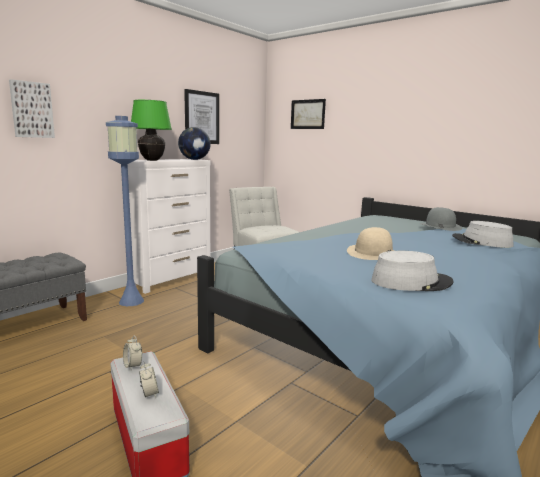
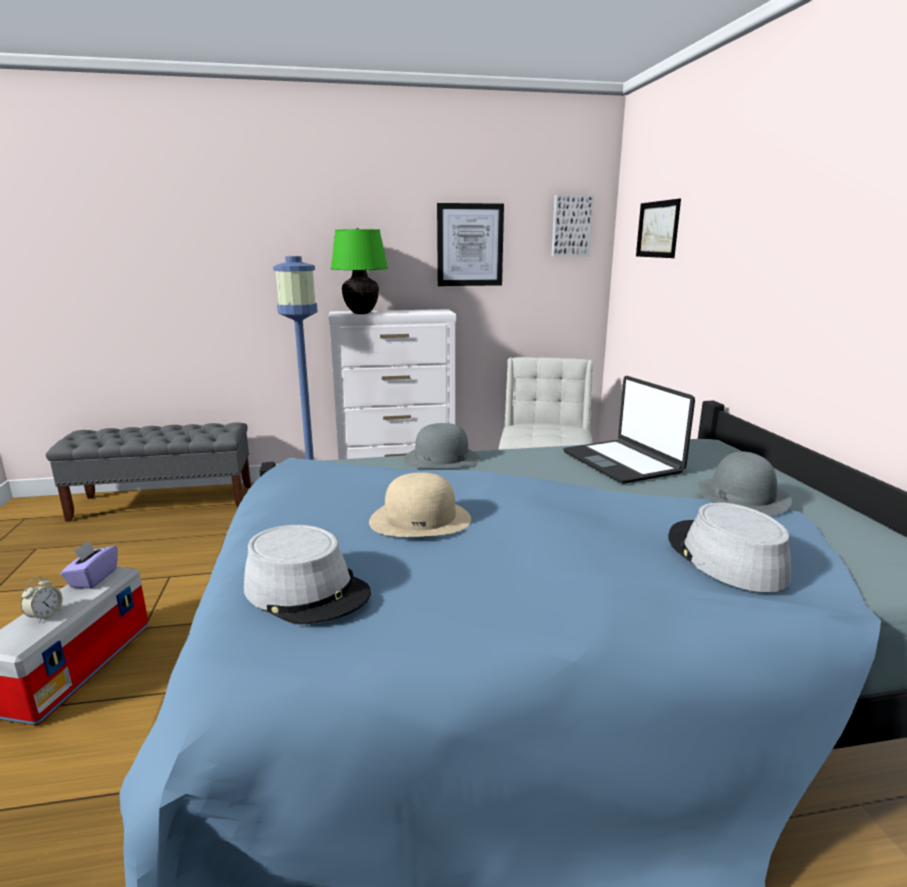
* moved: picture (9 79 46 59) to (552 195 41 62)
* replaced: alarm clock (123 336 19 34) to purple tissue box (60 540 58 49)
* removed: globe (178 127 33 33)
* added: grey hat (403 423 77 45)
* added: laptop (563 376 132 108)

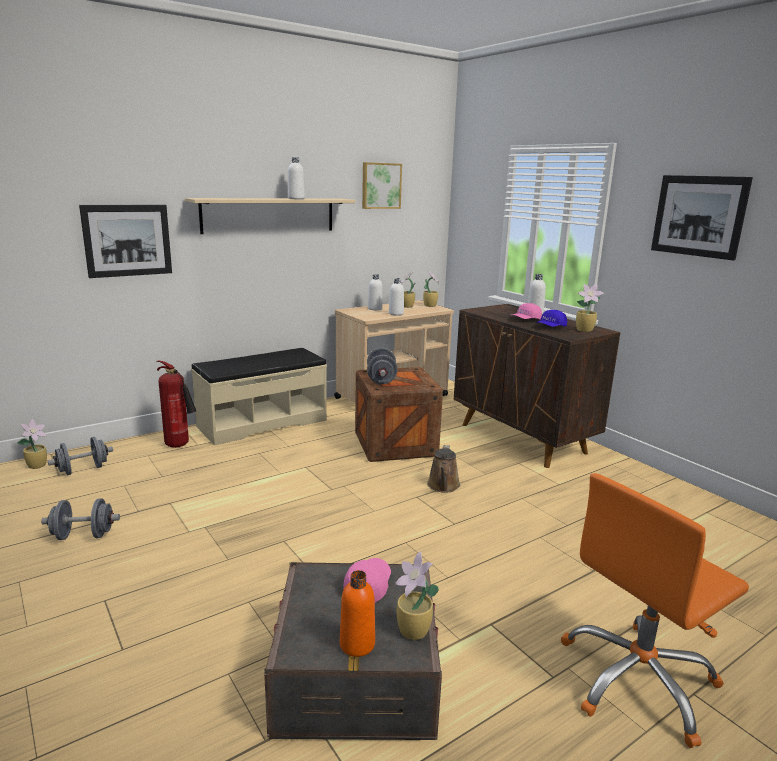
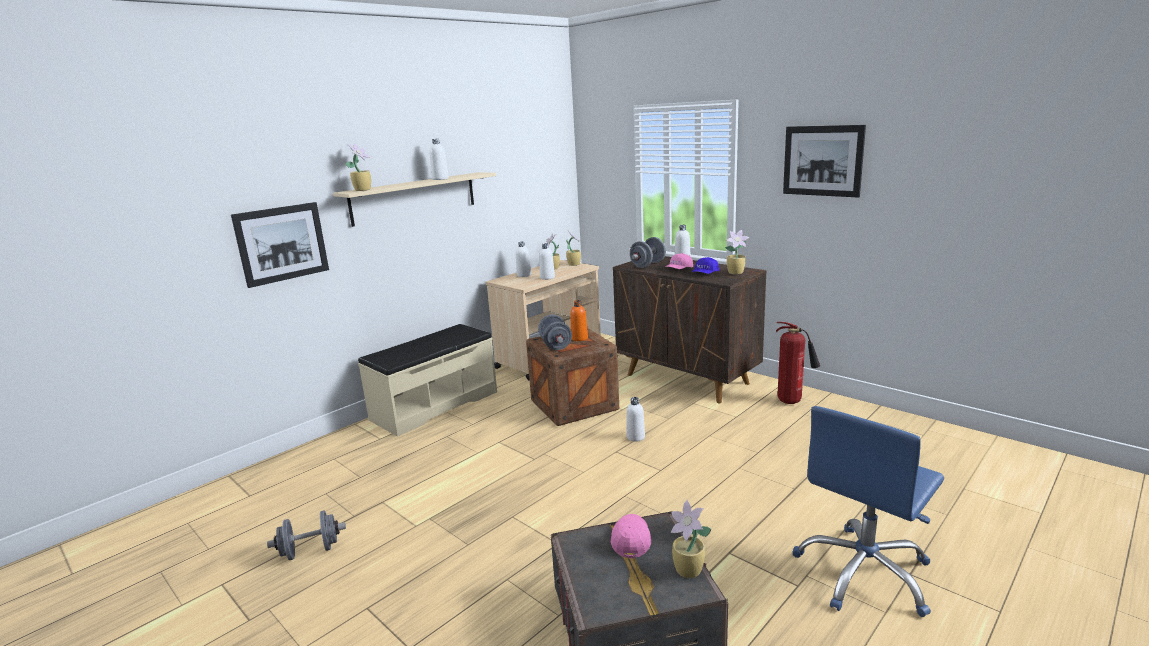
* moved: potted plant (17 419 30 50) to (345 143 26 48)
* moved: grey dumbbell (48 437 65 38) to (630 237 36 31)
* moved: fire extinguisher (156 360 40 88) to (776 322 44 82)
* moved: orange bottle (340 570 35 87) to (570 300 18 41)
* removed: picture (362 162 40 47)
* replaced: brown watering can (427 445 33 48) to white bottle (626 397 19 45)
* recoloured: orange office chair (561 473 188 275) to blue office chair (792 406 152 211)

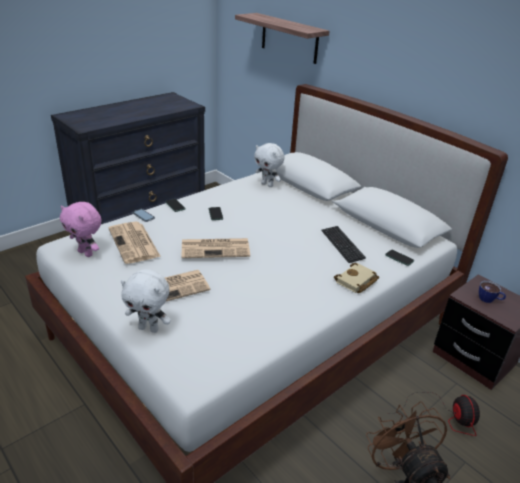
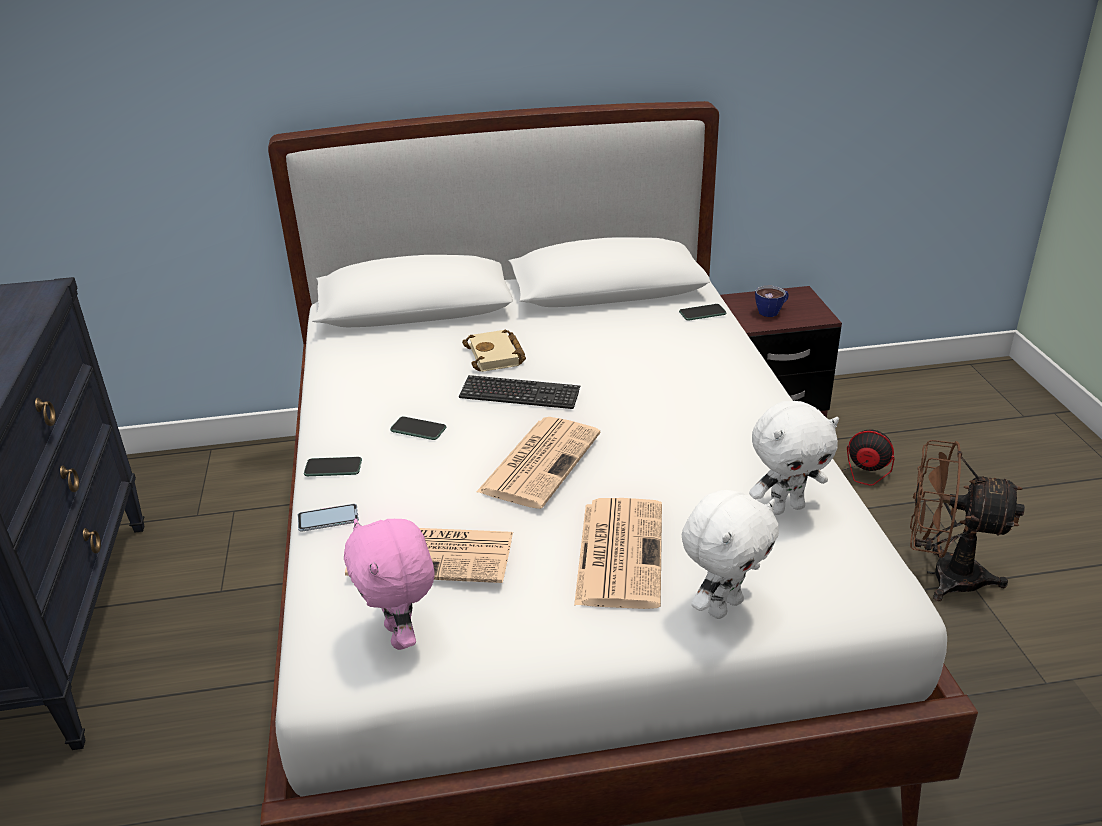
* turned: pink plush toy (60 202 42 55) = (344 518 91 132) 90 degrees clockwise
* removed: shelf (235 13 95 51)
* moved: white plush toy (254 143 31 44) to (749 401 90 114)
* moved: keyboard (322 226 44 37) to (459 375 121 34)
* moved: beige book (334 263 45 30) to (462 329 64 43)

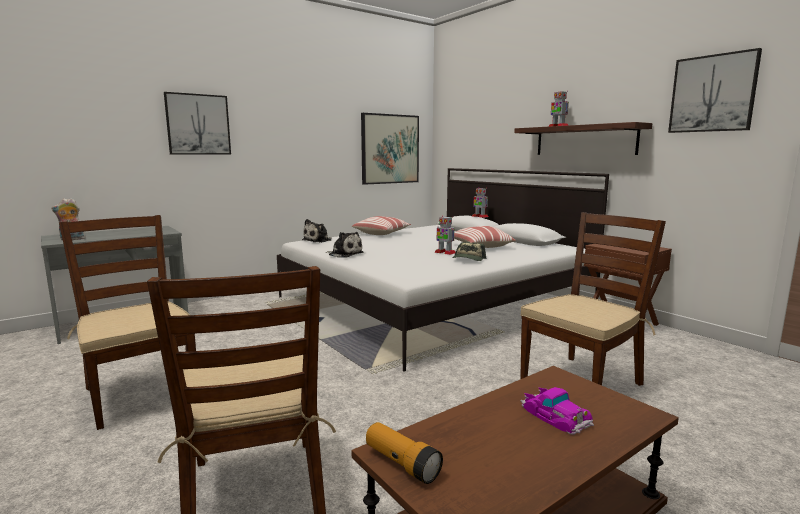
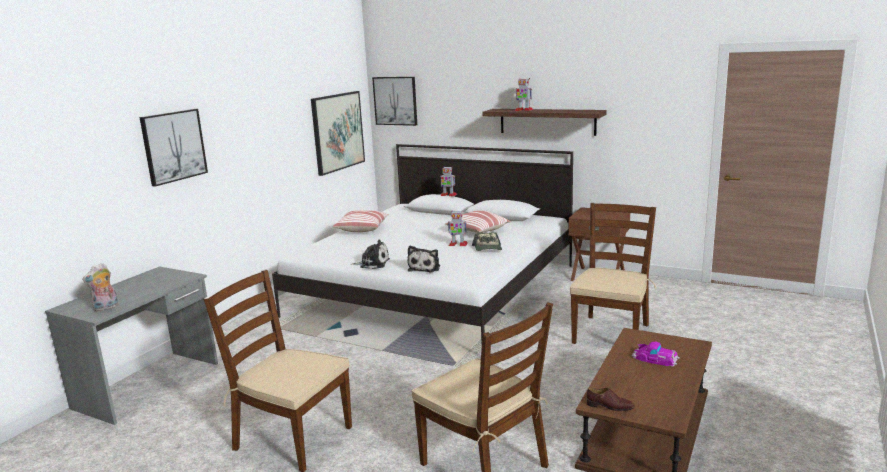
* moved: plush toy (302 219 30 24) to (408 246 32 26)
* replaced: flashlight (366 422 77 62) to brown shoe (587 388 48 23)
* moved: picture (668 48 94 85) to (372 77 45 49)

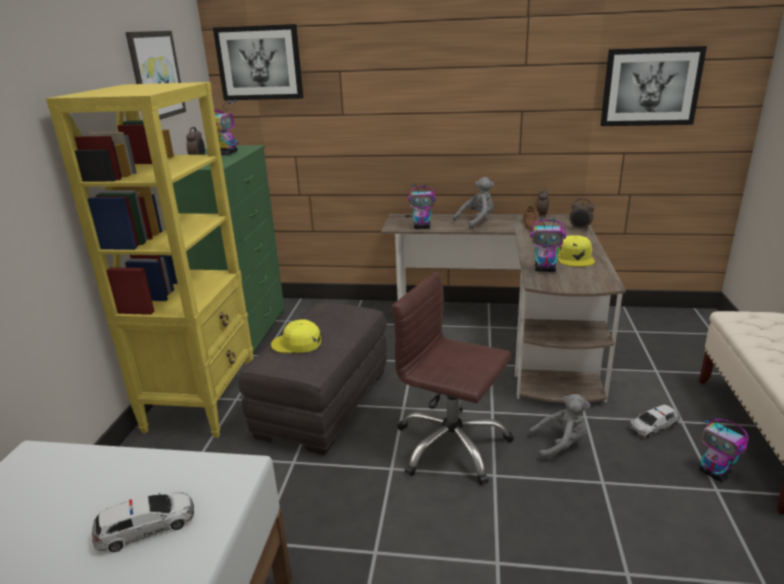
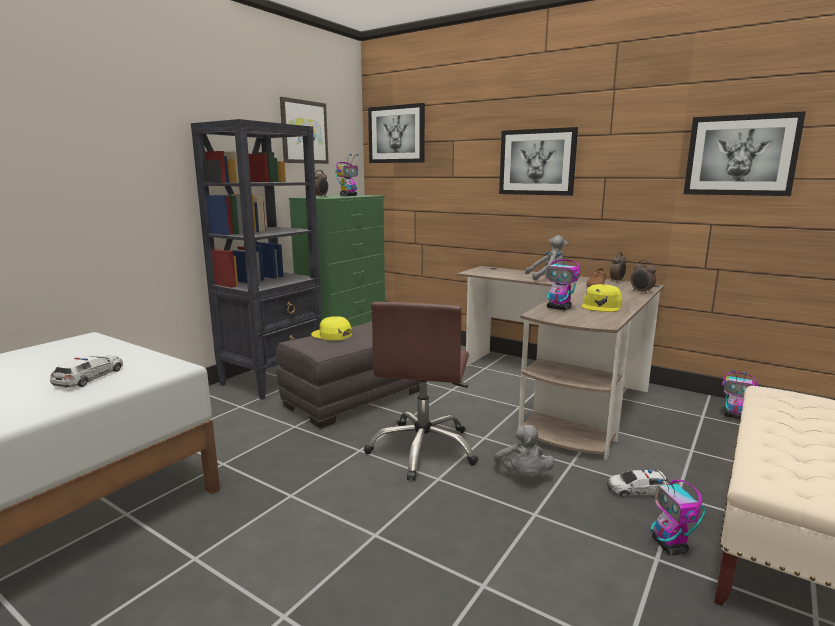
* recoloured: yellow bookcase (46 82 207 356) to black bookcase (191 119 131 281)
* turned: toy car (92 492 102 60) = (50 356 73 32) 75 degrees counterclockwise
* turned: brown office chair (392 272 122 213) = (364 302 115 179) 135 degrees counterclockwise
* moved: toy robot (408 184 28 45) to (722 370 35 49)
* turned: grey plush toy (528 394 62 66) = (494 425 61 52) 60 degrees clockwise
* added: picture (499 127 79 69)

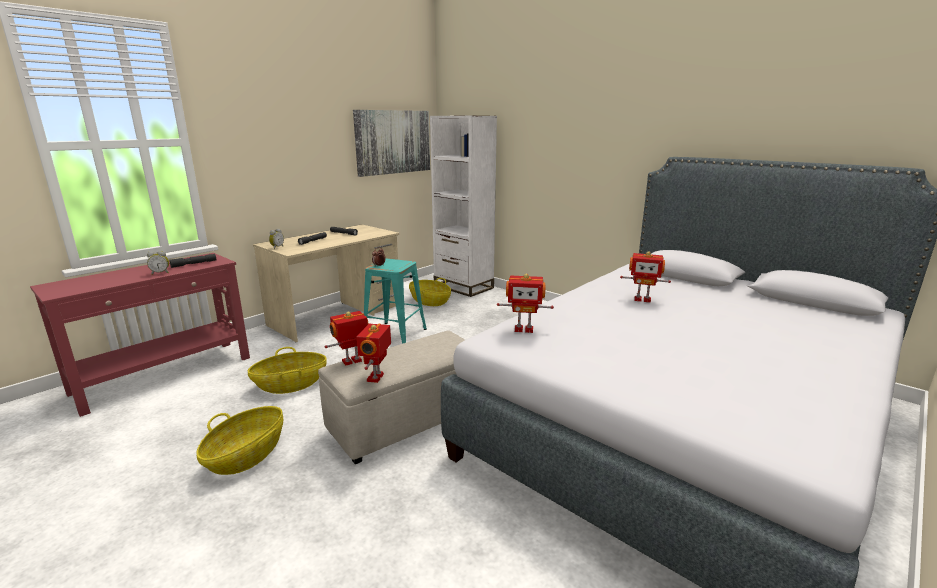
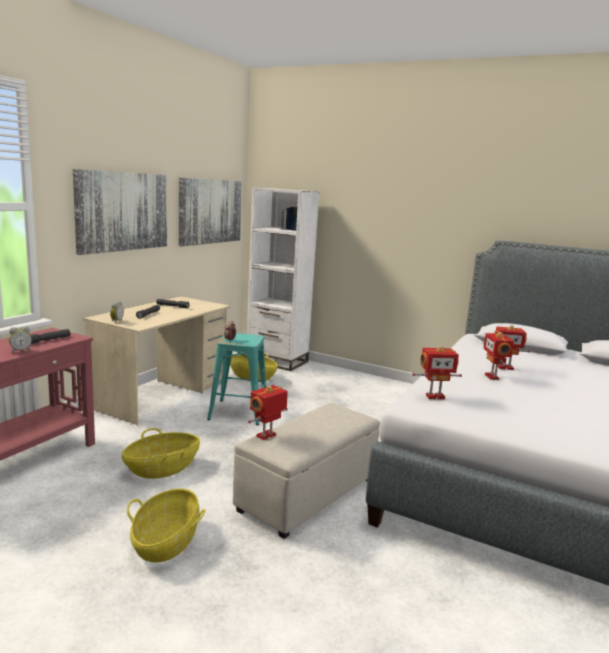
* moved: toy robot (357 324 34 59) to (483 332 31 48)
* added: picture (73 169 94 86)

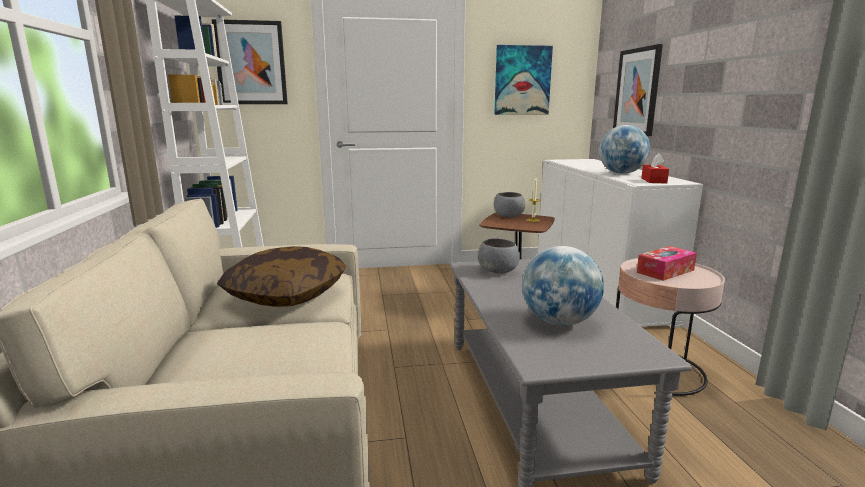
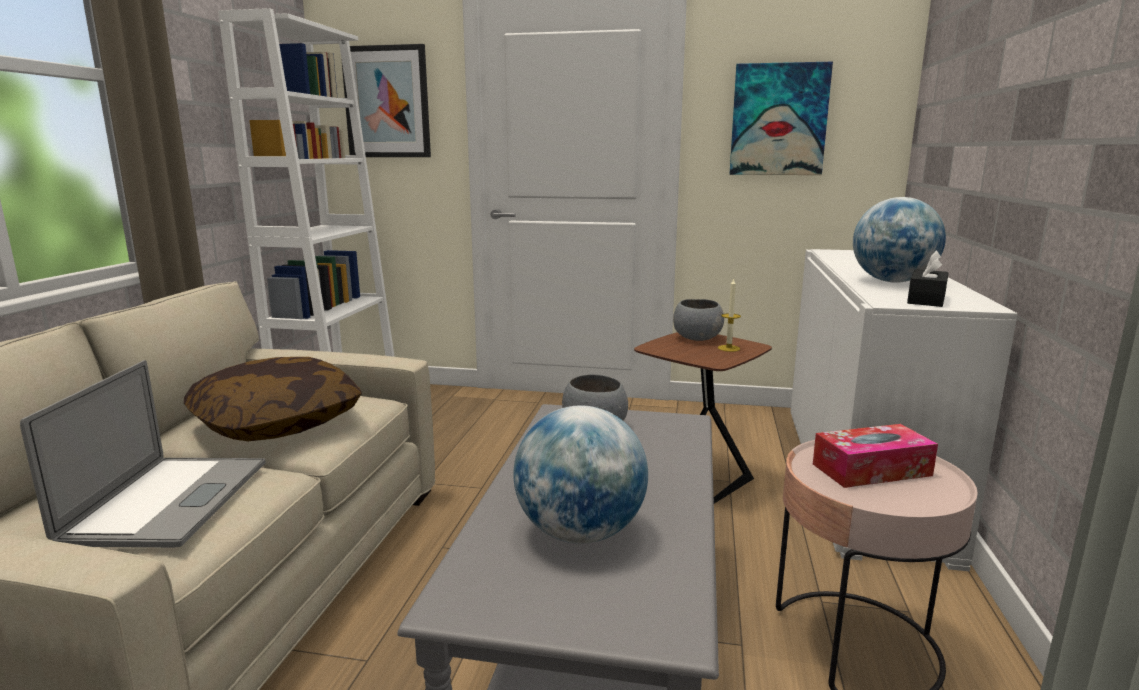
* removed: picture (613 44 50 92)
* recoloured: red tissue box (642 153 27 31) to black tissue box (907 250 42 57)
* added: laptop (20 360 246 188)

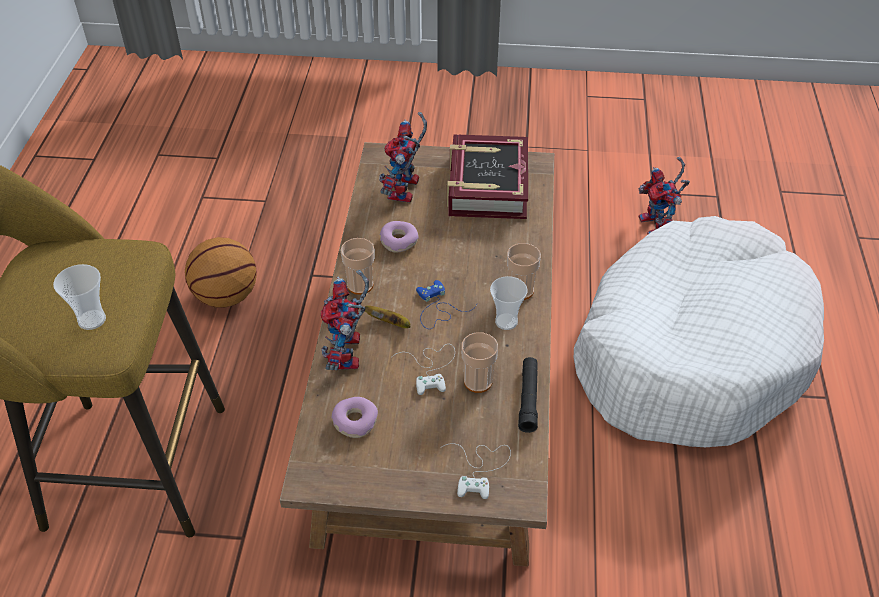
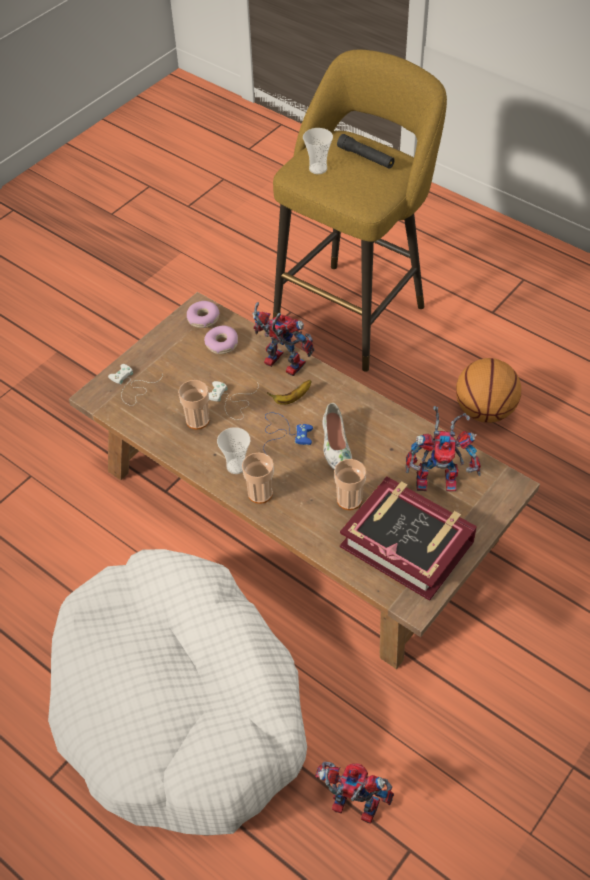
* moved: cup (341 238 34 57) to (334 459 32 51)
* turned: toy robot (379 112 48 91) = (406 406 75 86) 135 degrees clockwise
* moved: donut (380 221 39 32) to (187 301 33 27)
* moved: black flashlight (518 357 20 76) to (337 134 58 35)
* added: white shoe (322 403 30 66)

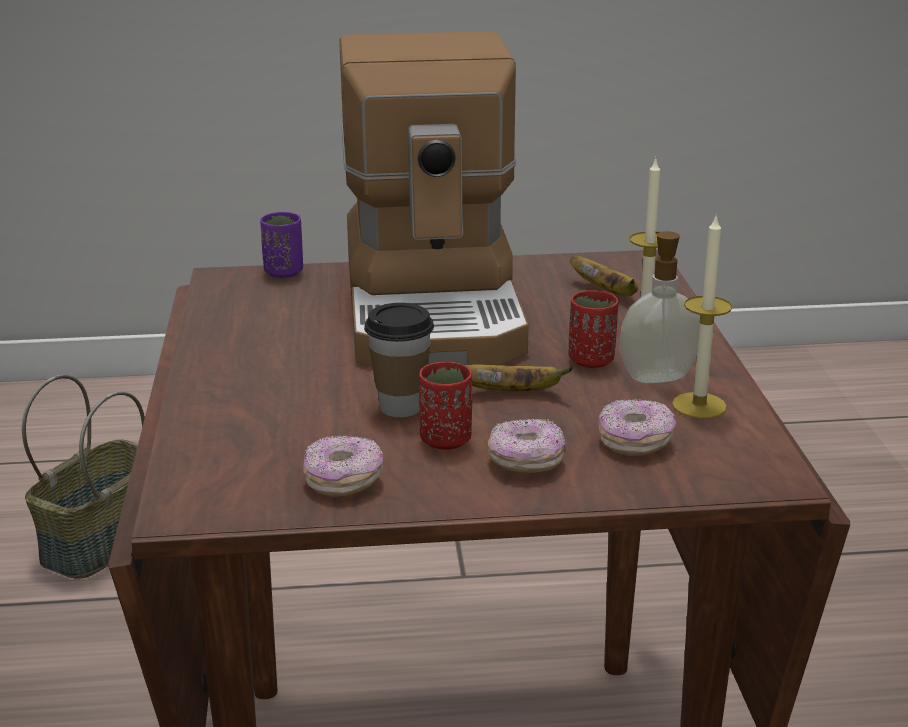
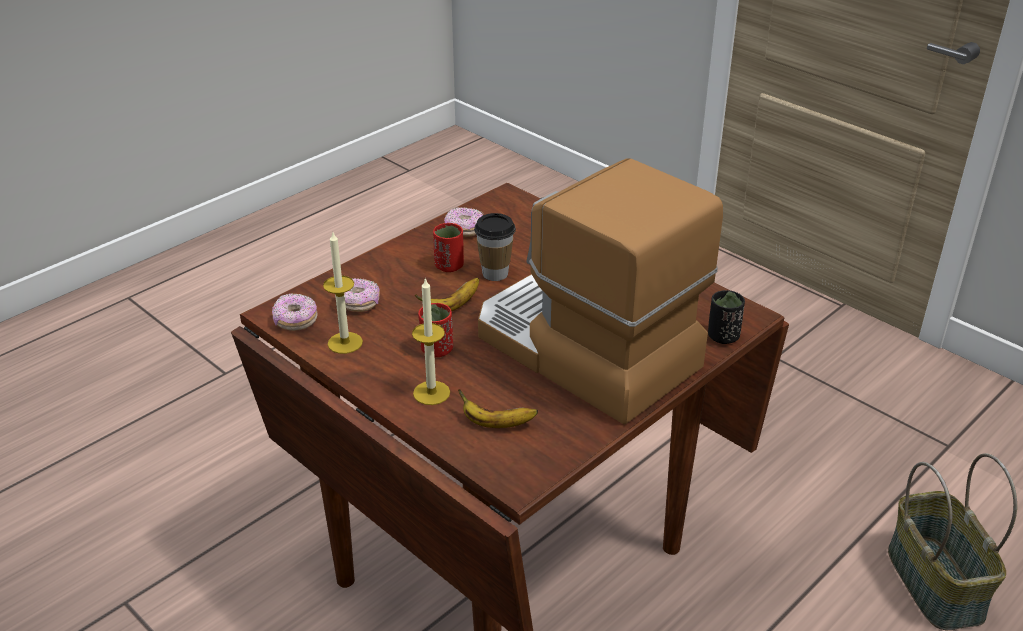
* recoloured: purple cup (260 212 43 66) to black cup (708 290 37 54)
* moved: donut (488 419 78 54) to (272 293 46 38)
* removed: soap dispenser (620 231 80 152)

